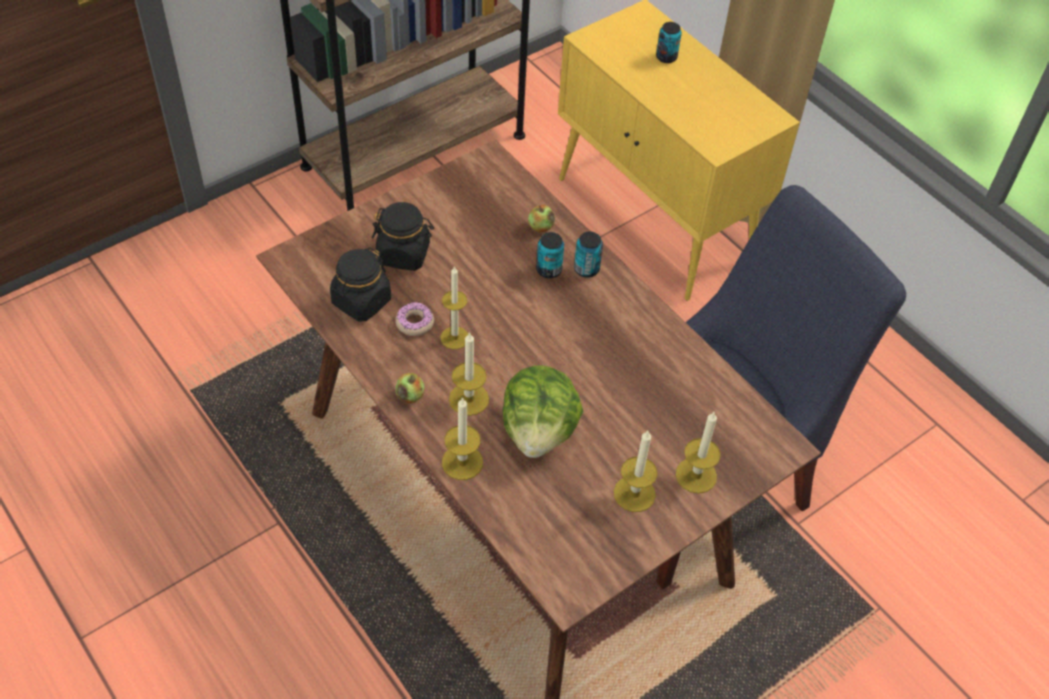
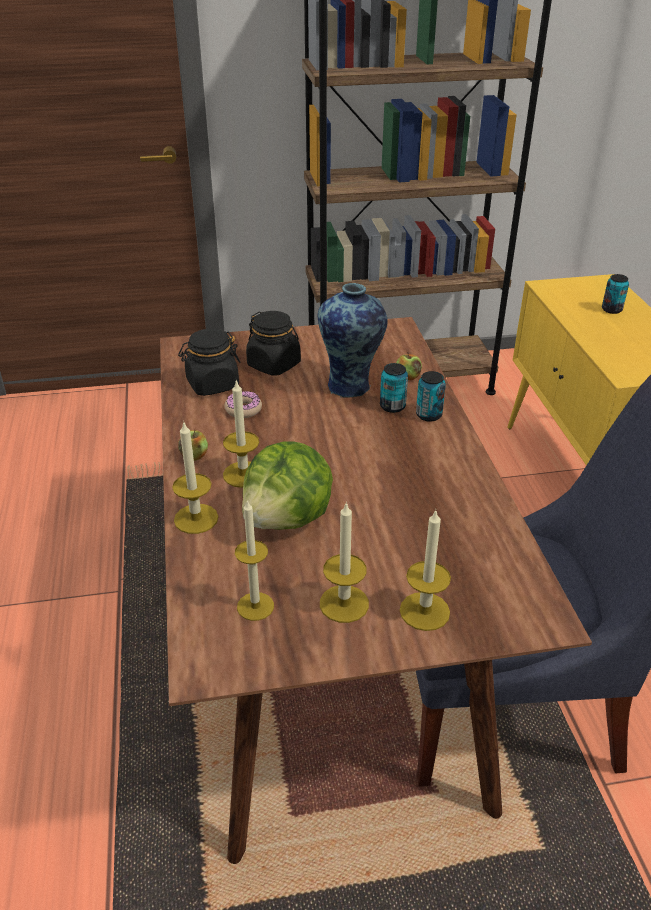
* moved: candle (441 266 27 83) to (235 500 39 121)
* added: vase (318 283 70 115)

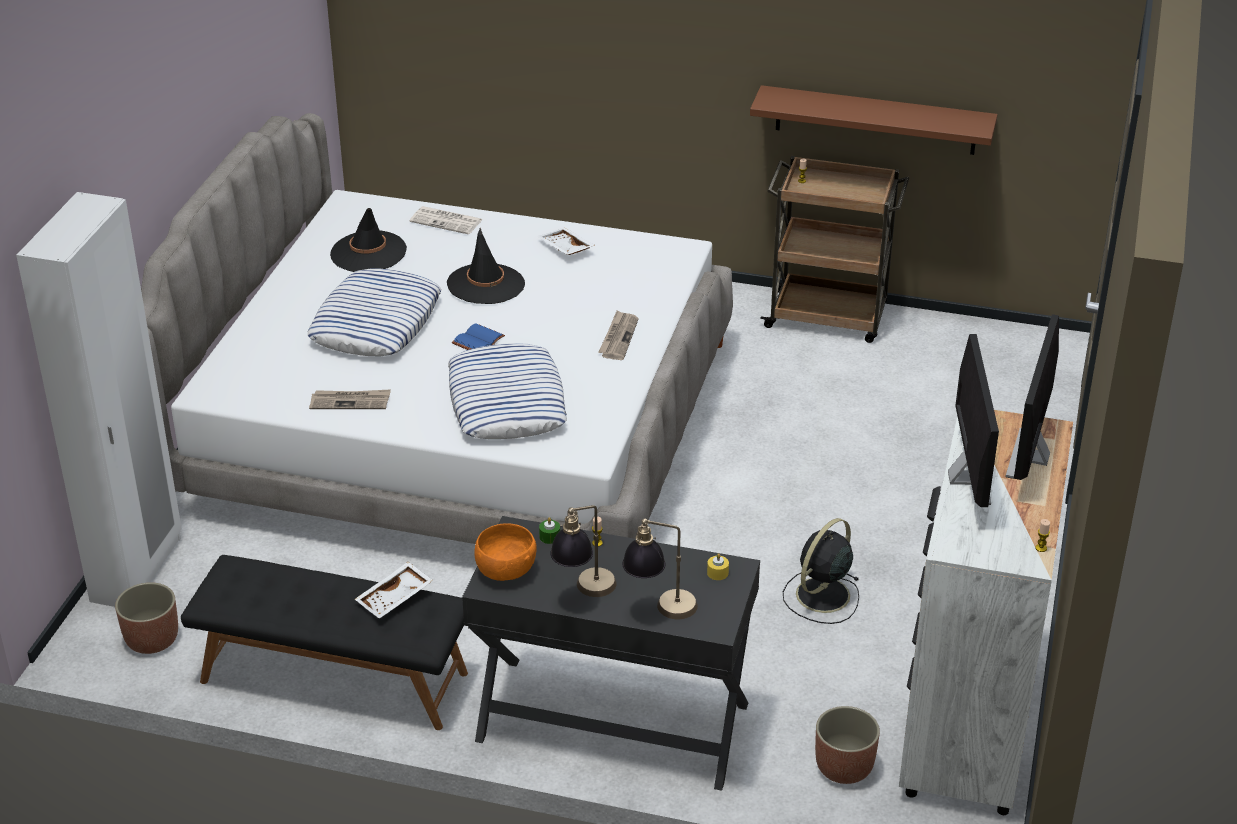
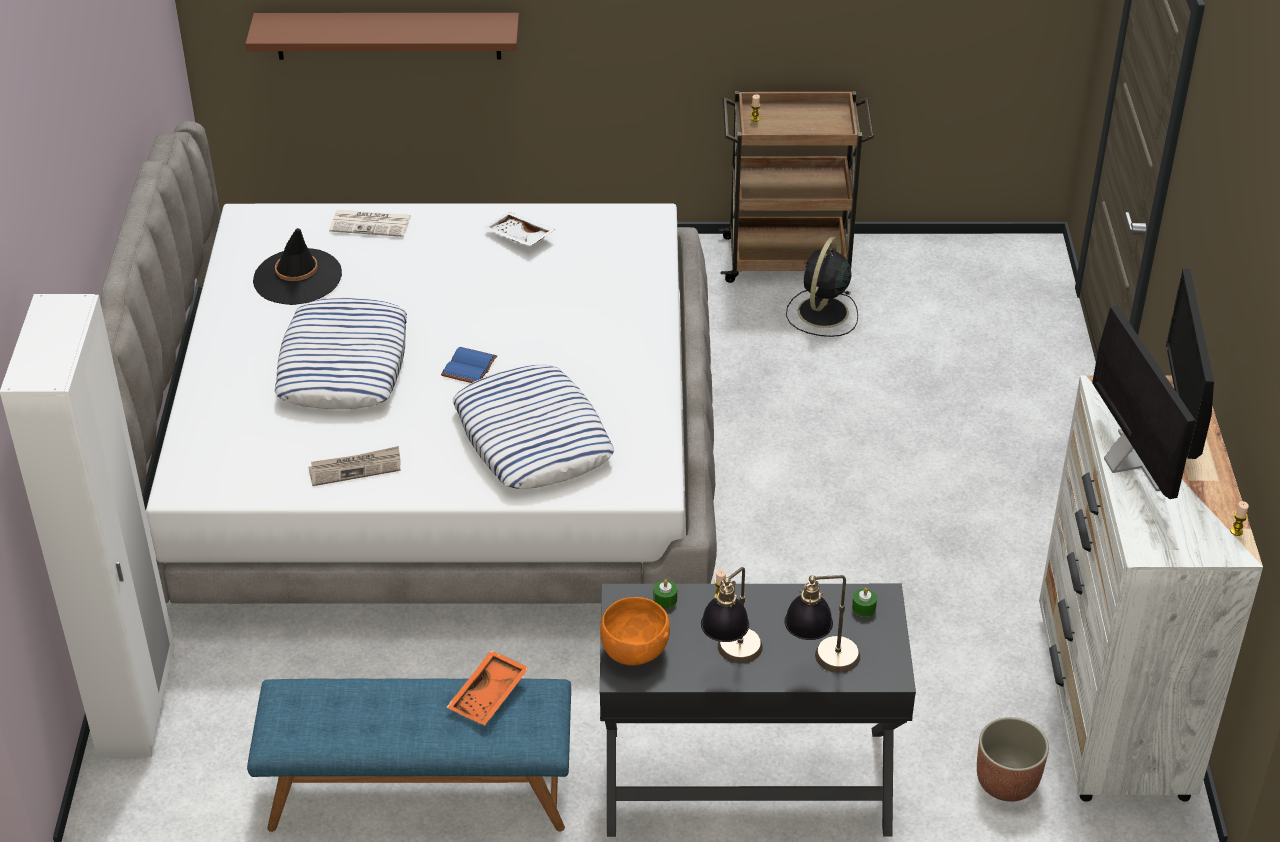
* removed: planter (115 582 63 72)
* recoloured: black bench (181 555 287 175) to blue bench (247 678 324 154)
* recoloured: white tray (355 562 78 57) to orange tray (446 650 83 76)
* removed: black hat (447 228 78 76)
* removed: newspaper (598 311 41 49)
* recoloured: yellow candle (707 553 22 27) to green candle (852 588 25 29)
* moved: brown shelf (750 85 248 70) to (245 13 274 47)
* moved: black fan (783 518 76 106) to (786 236 72 101)

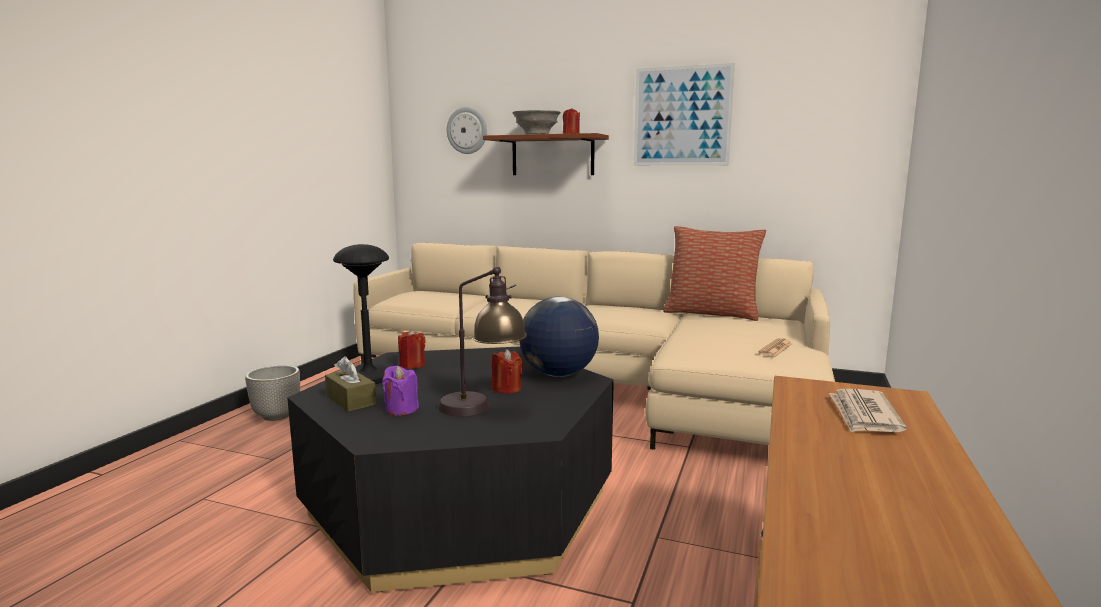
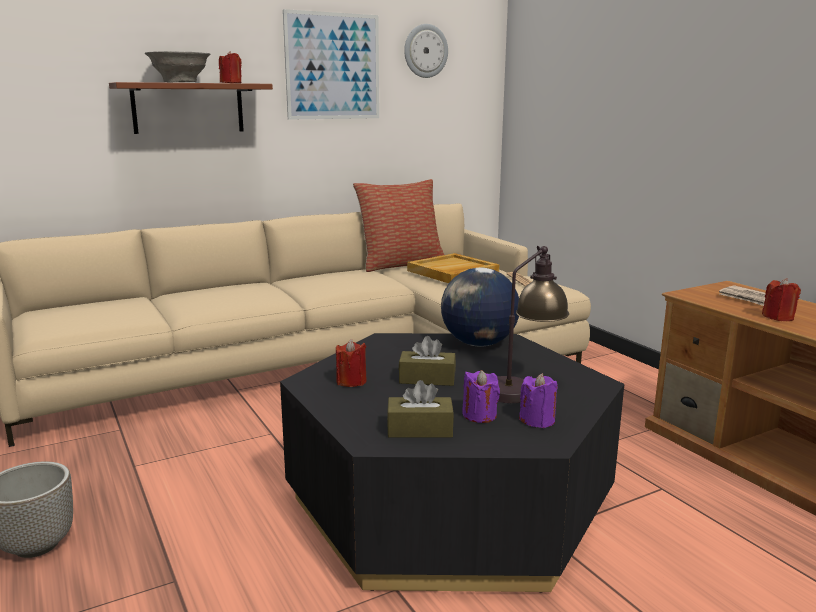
* removed: black table lamp (333 244 57 140)
* moved: wall clock (447 107 40 47) to (404 24 44 54)
* moved: red candle (492 349 31 45) to (762 278 39 43)
* added: brown tissue box (399 336 57 50)
* added: beige tray (407 253 92 30)
* added: purple candle (519 373 39 55)

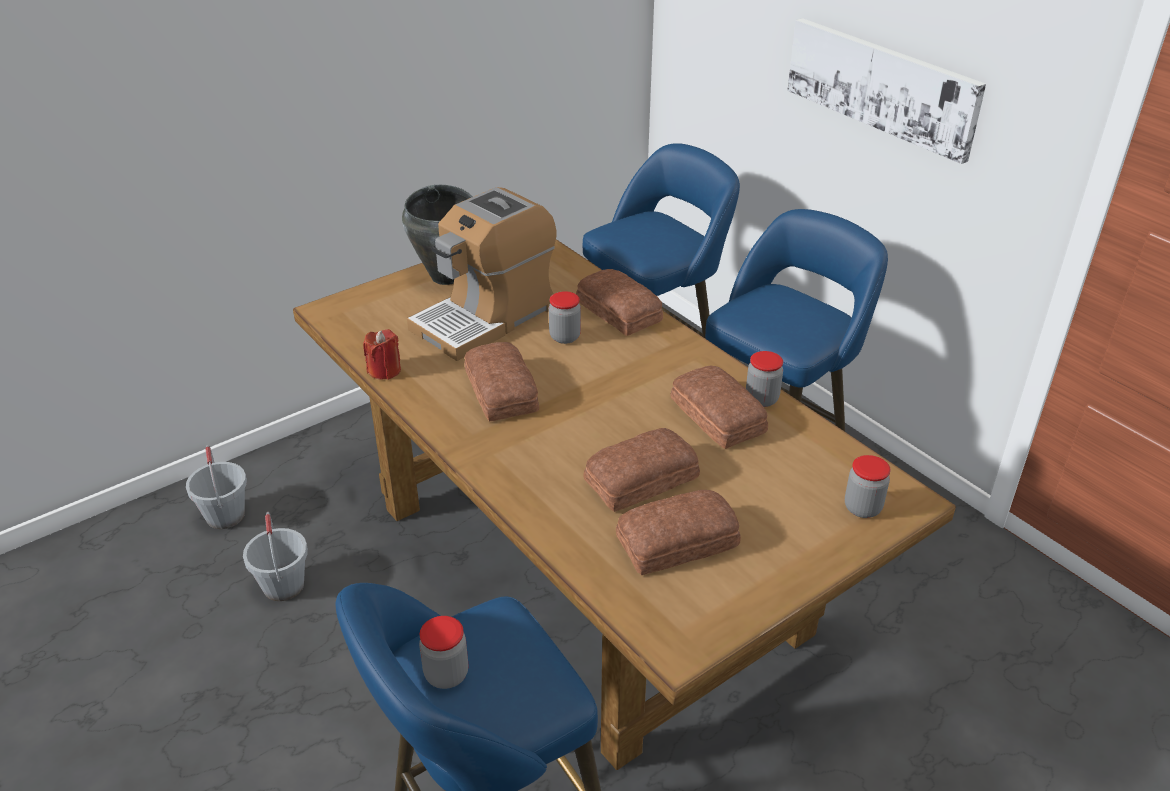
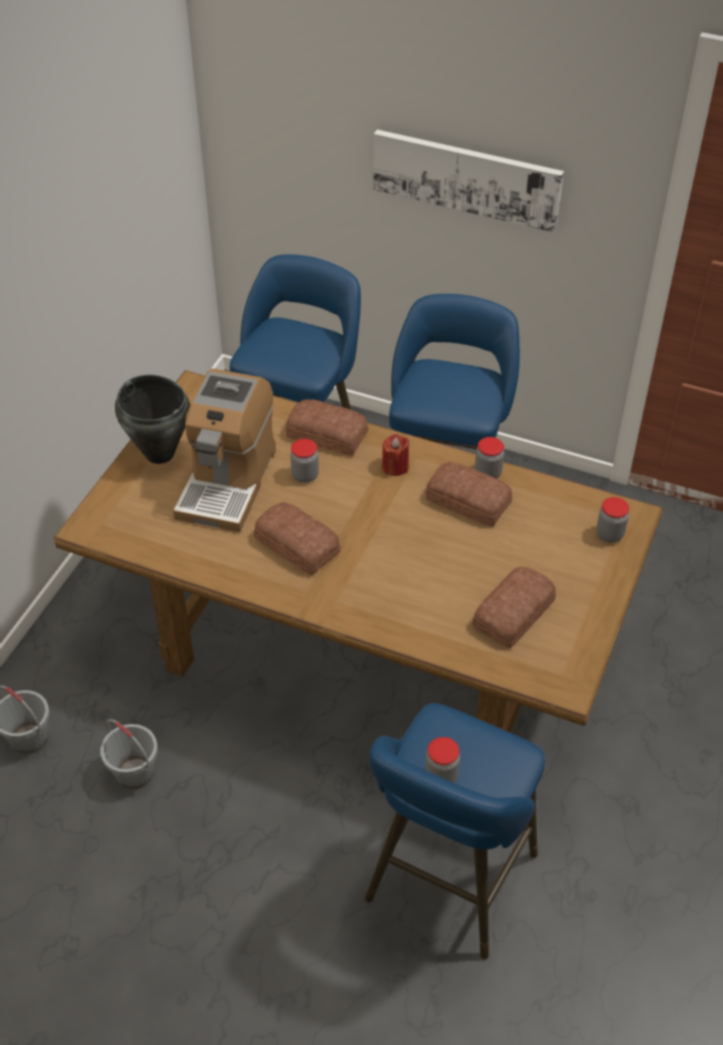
* moved: red candle (363 329 38 51) to (382 434 27 42)
* removed: bread (584 428 116 84)

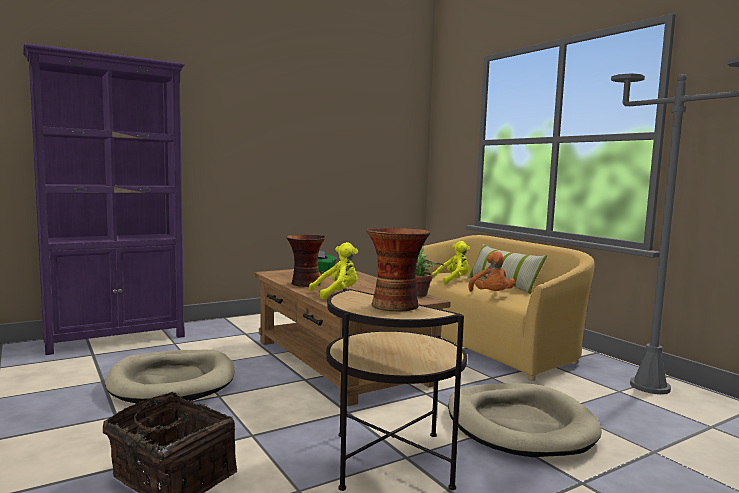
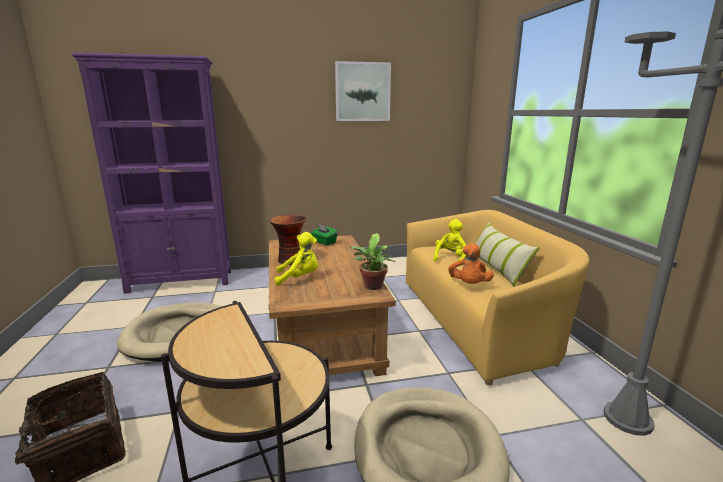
* removed: vase (366 228 64 84)
* turned: yellow plush toy (432 241 38 44) = (433 219 33 47) 60 degrees counterclockwise
* added: picture (335 61 56 60)

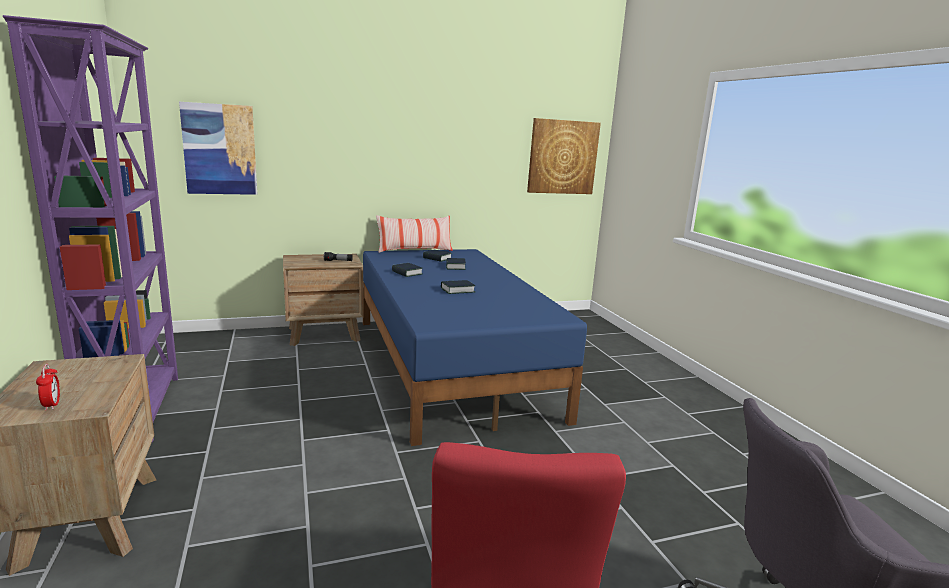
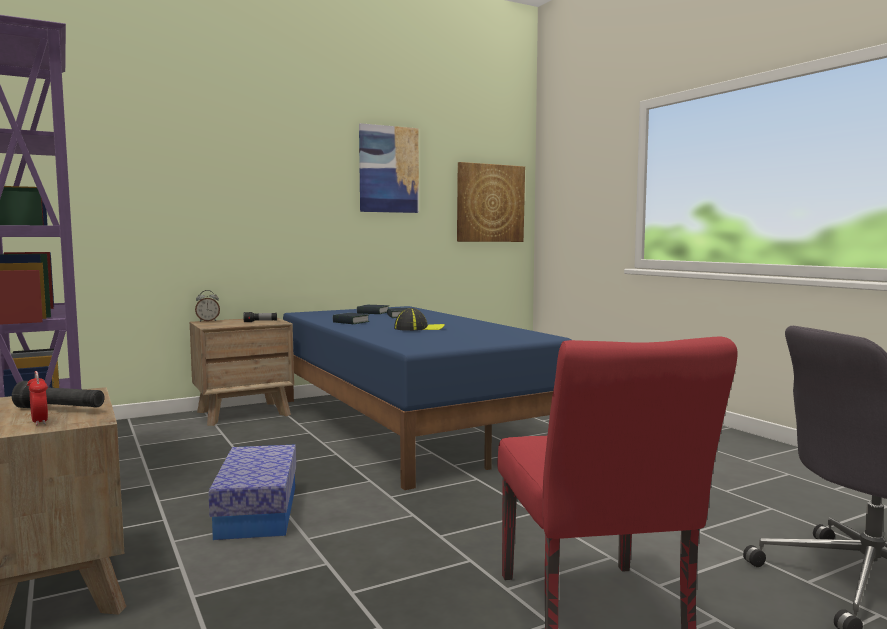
* moved: picture (179 102 78 93) to (359 123 60 90)
* removed: pillow (376 215 77 38)
* replaced: book (441 280 34 14) to cap (394 308 51 23)
* added: black flashlight (12 381 93 27)
* added: alarm clock (195 290 25 32)
* added: storage box (208 445 88 95)

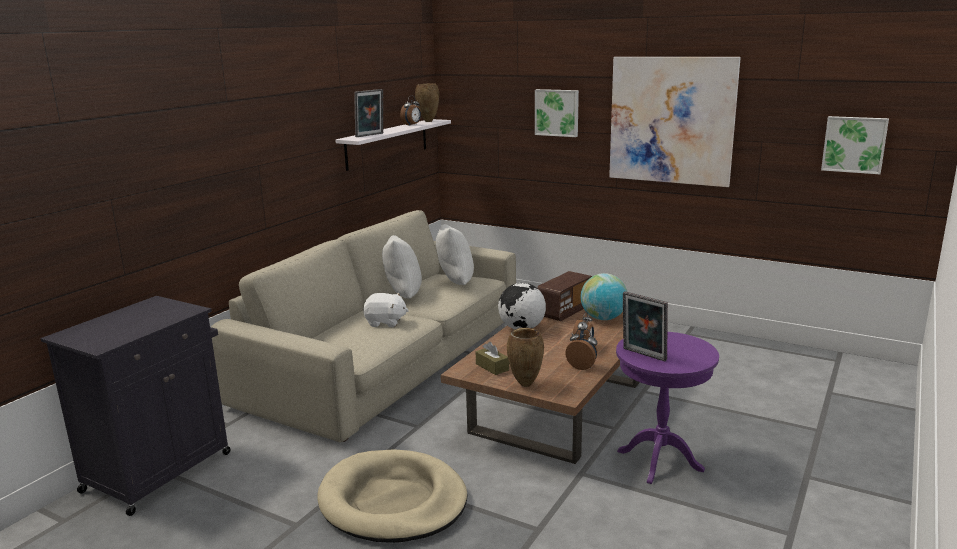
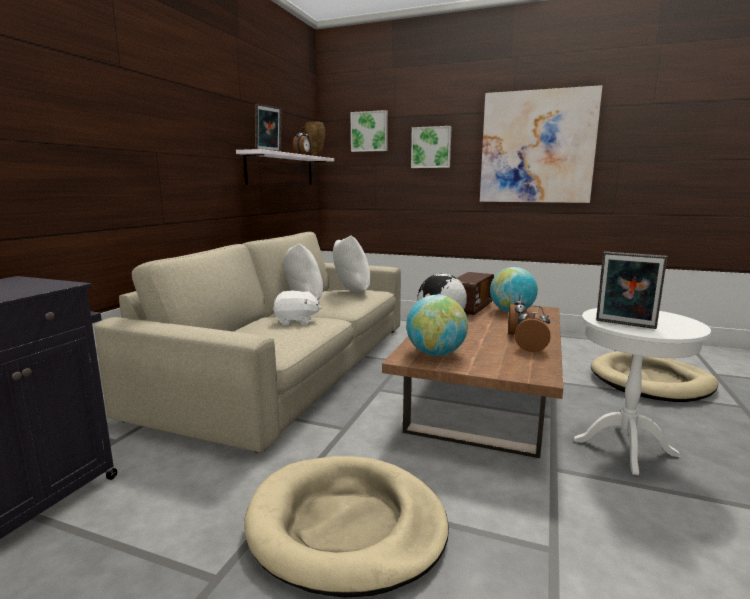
* replaced: brown tissue box (476 342 33 33) to globe (406 295 62 61)
* removed: brown vase (507 328 37 59)
* recoloured: purple side table (616 332 103 152) to white side table (574 308 137 167)
* moved: picture (821 116 68 58) to (350 110 38 42)
* added: beige dog bed (591 351 127 51)

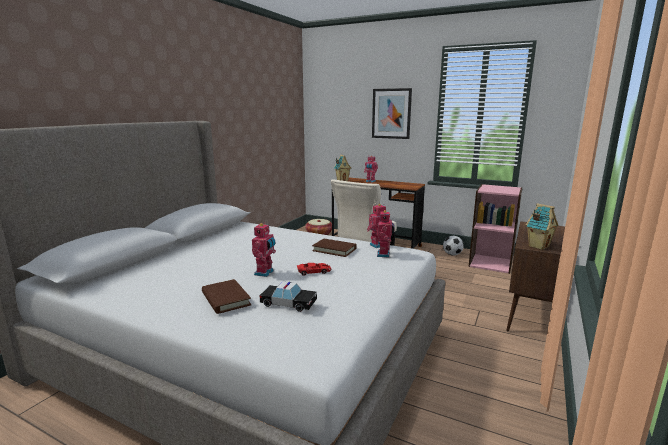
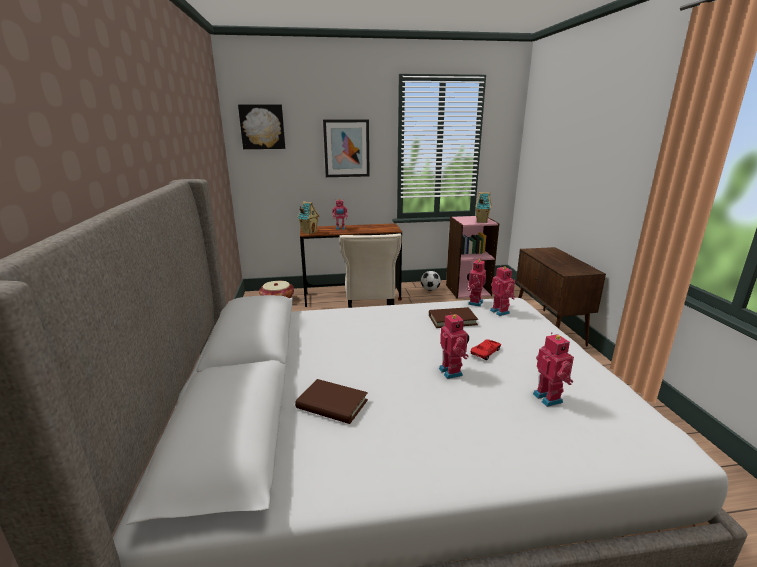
* moved: brown book (202 279 49 35) to (295 379 73 45)
* replaced: toy car (259 282 58 30) to toy robot (533 332 41 75)
* moved: toy house (526 203 33 47) to (475 192 16 31)
* added: picture (238 104 47 45)

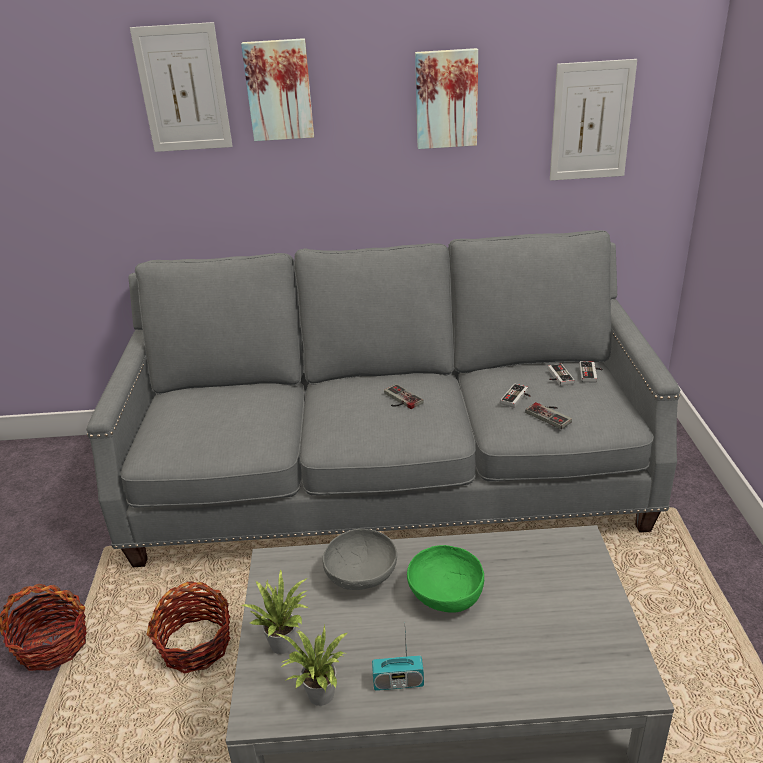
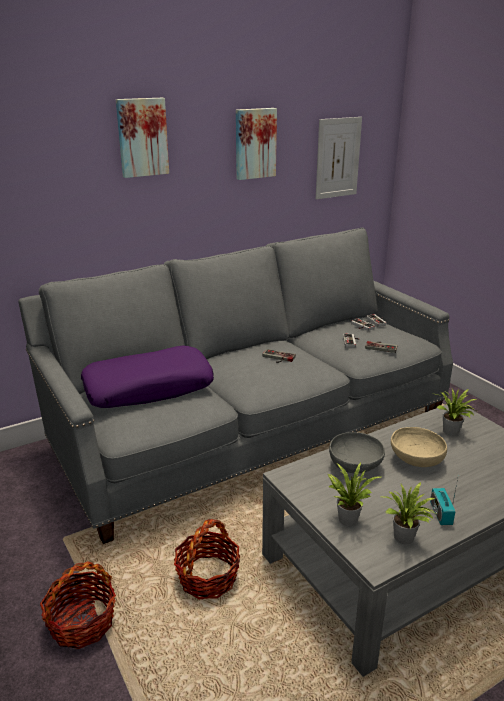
* removed: picture (130 22 103 130)
* turned: radio (372 632 52 59) = (430 478 28 47) 120 degrees clockwise
* recoloured: green bowl (407 545 77 68) to beige bowl (391 427 56 40)
* added: purple pillow (81 346 133 62)
* added: potted plant (436 389 42 47)

